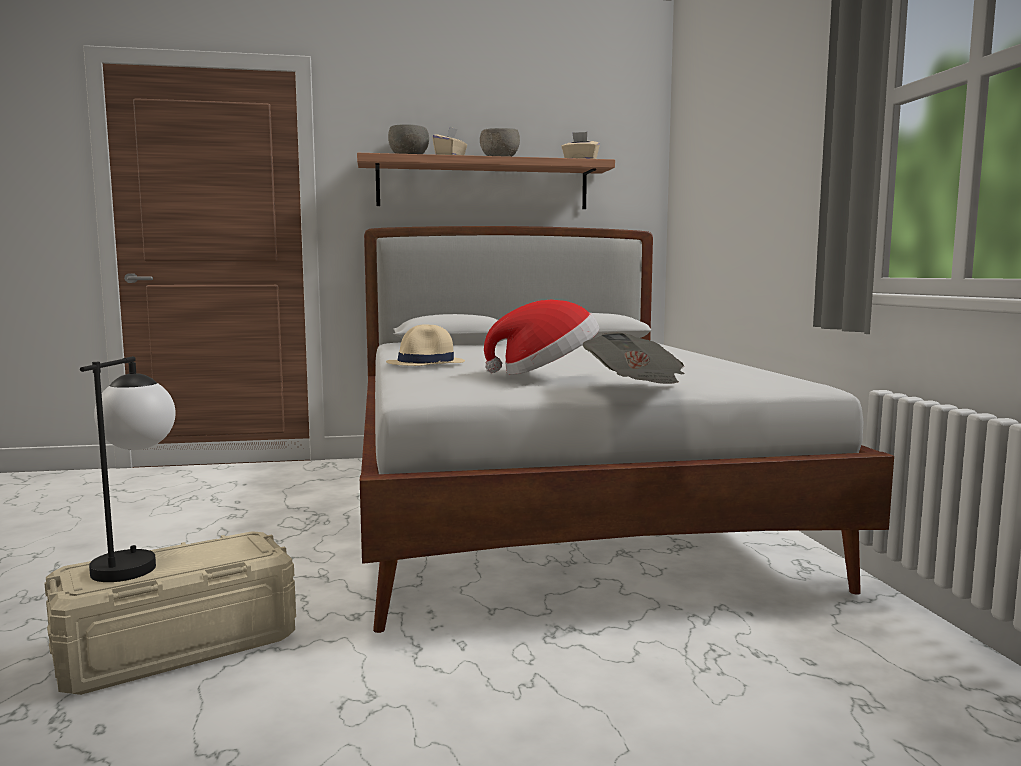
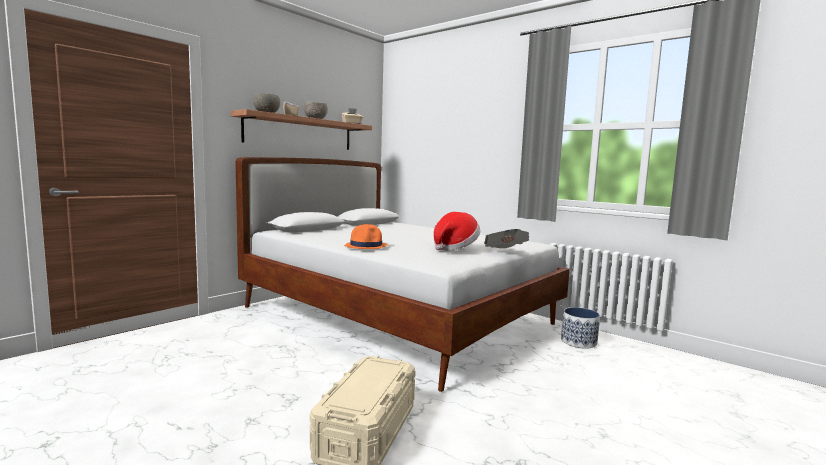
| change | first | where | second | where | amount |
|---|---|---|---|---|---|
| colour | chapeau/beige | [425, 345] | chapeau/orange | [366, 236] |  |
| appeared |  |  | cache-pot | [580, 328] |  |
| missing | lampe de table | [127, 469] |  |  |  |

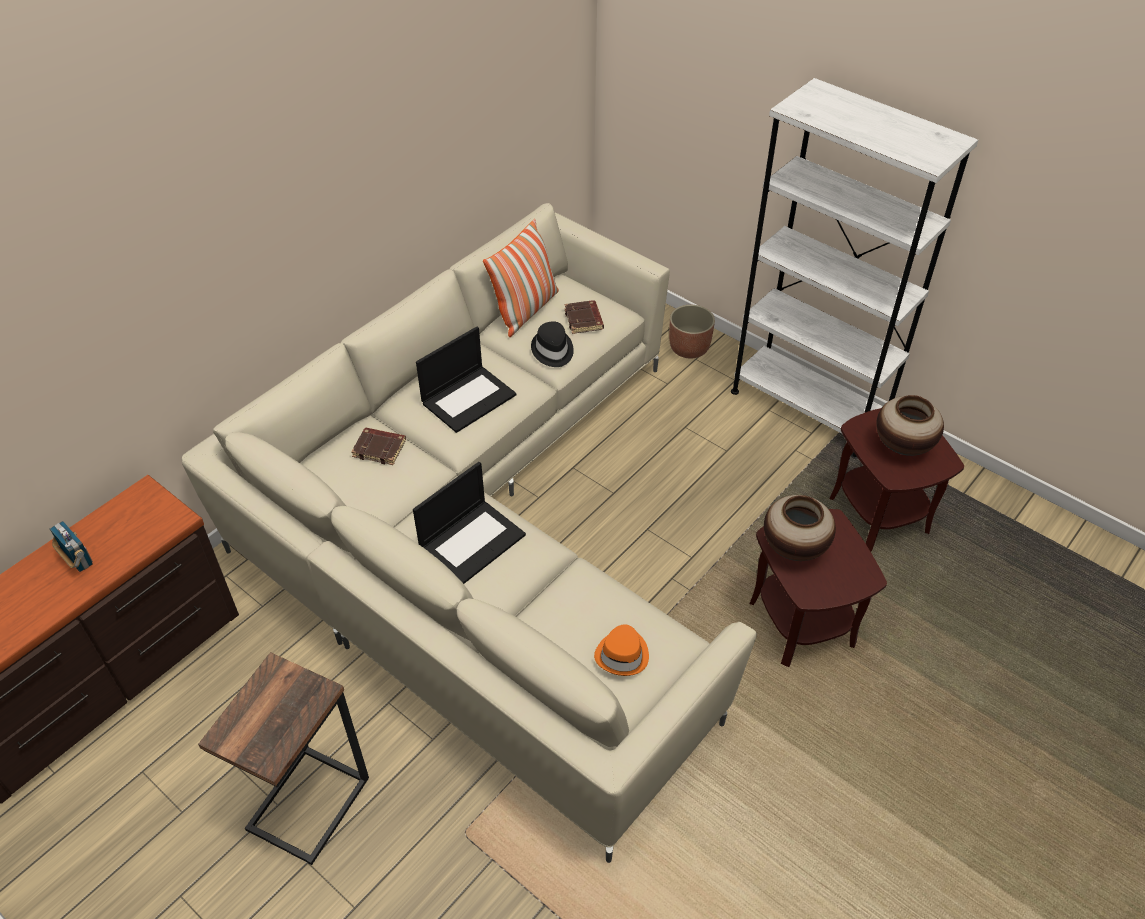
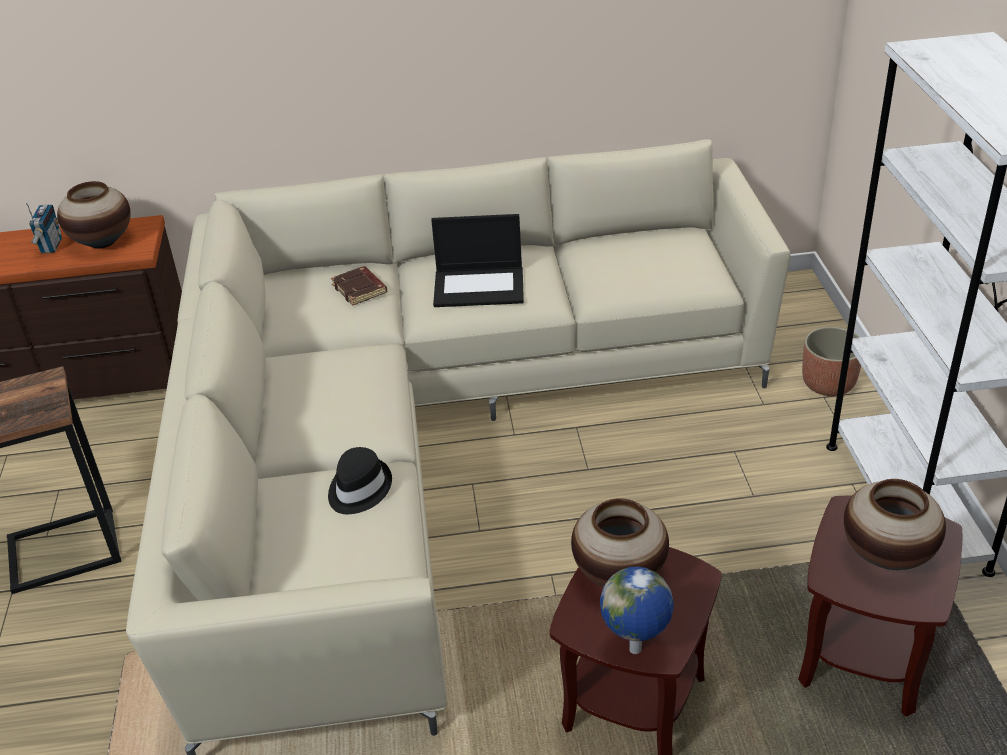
| change | first | where | second | where | amount |
|---|---|---|---|---|---|
| appeared |  |  | vase | [94, 215] |  |
| relocated | chapeau/noir | [552, 344] |  | [360, 480] |  |
| appeared |  |  | globe | [637, 610] |  |
| missing | ordinateur portable | [469, 523] |  |  |  |
| missing | coussin | [521, 278] |  |  |  |
| missing | livre/marron | [584, 317] |  |  |  |
| missing | chapeau/orange | [621, 650] |  |  |  |

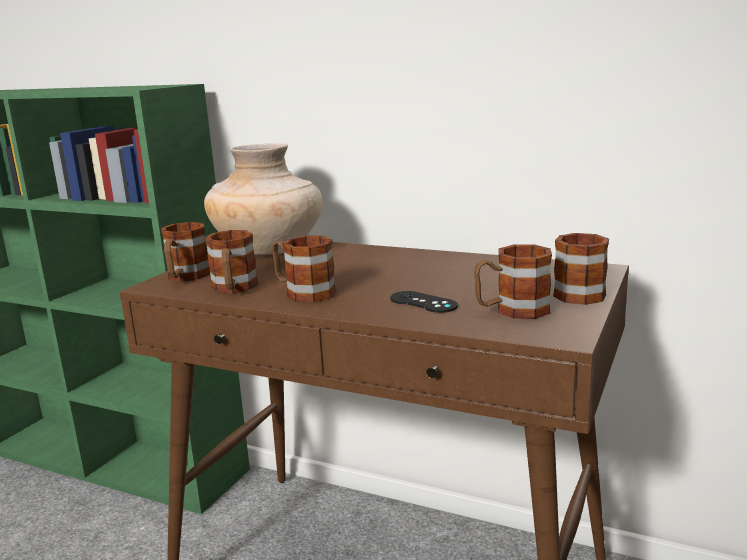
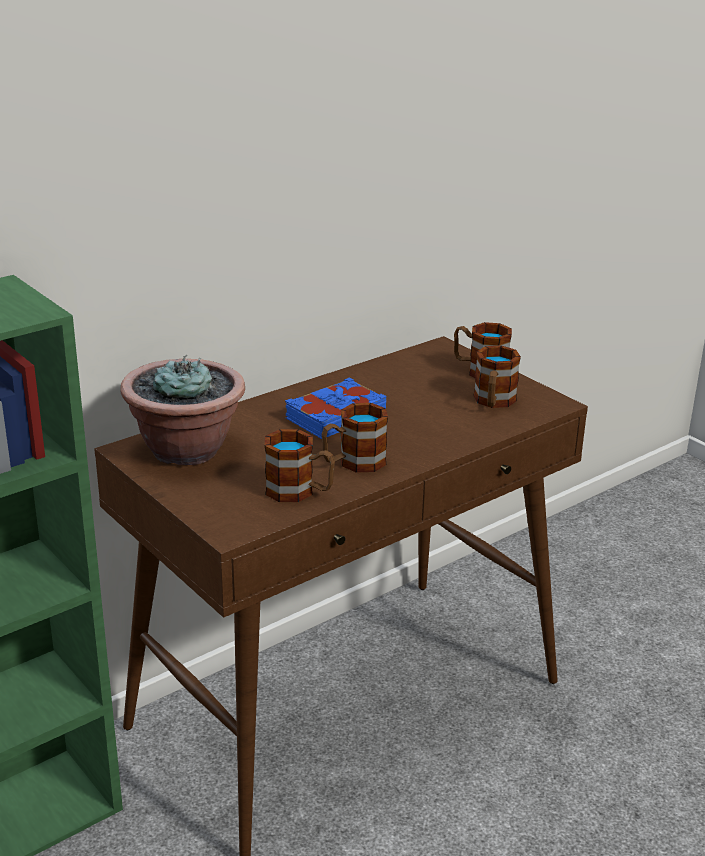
| change | first | where | second | where | amount |
|---|---|---|---|---|---|
| exchanged | vase/beige | [263, 199] | plante en pot | [182, 410] |  |
| appeared |  |  | livre/bleu | [336, 408] |  |
| missing | mug | [185, 252] |  |  |  |
| missing | manette/noir | [424, 302] |  |  |  |

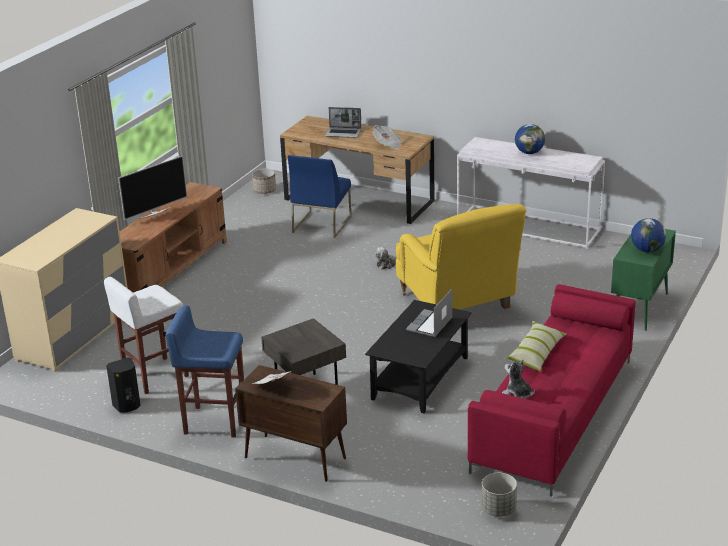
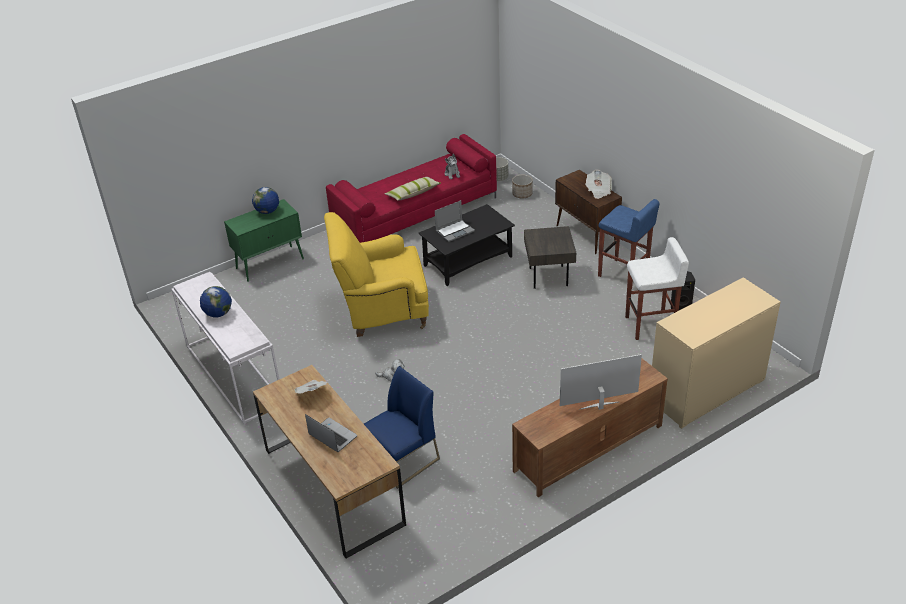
| change | first | where | second | where | amount |
|---|---|---|---|---|---|
| spun | fauteuil/jaune | [461, 257] |  | [376, 274] | 105 degrees counterclockwise |
| relocated | cache-pot | [264, 181] |  | [522, 186] |  |

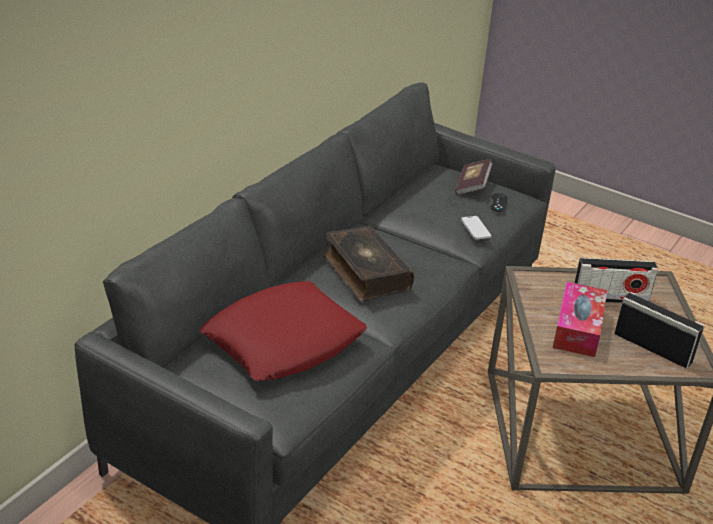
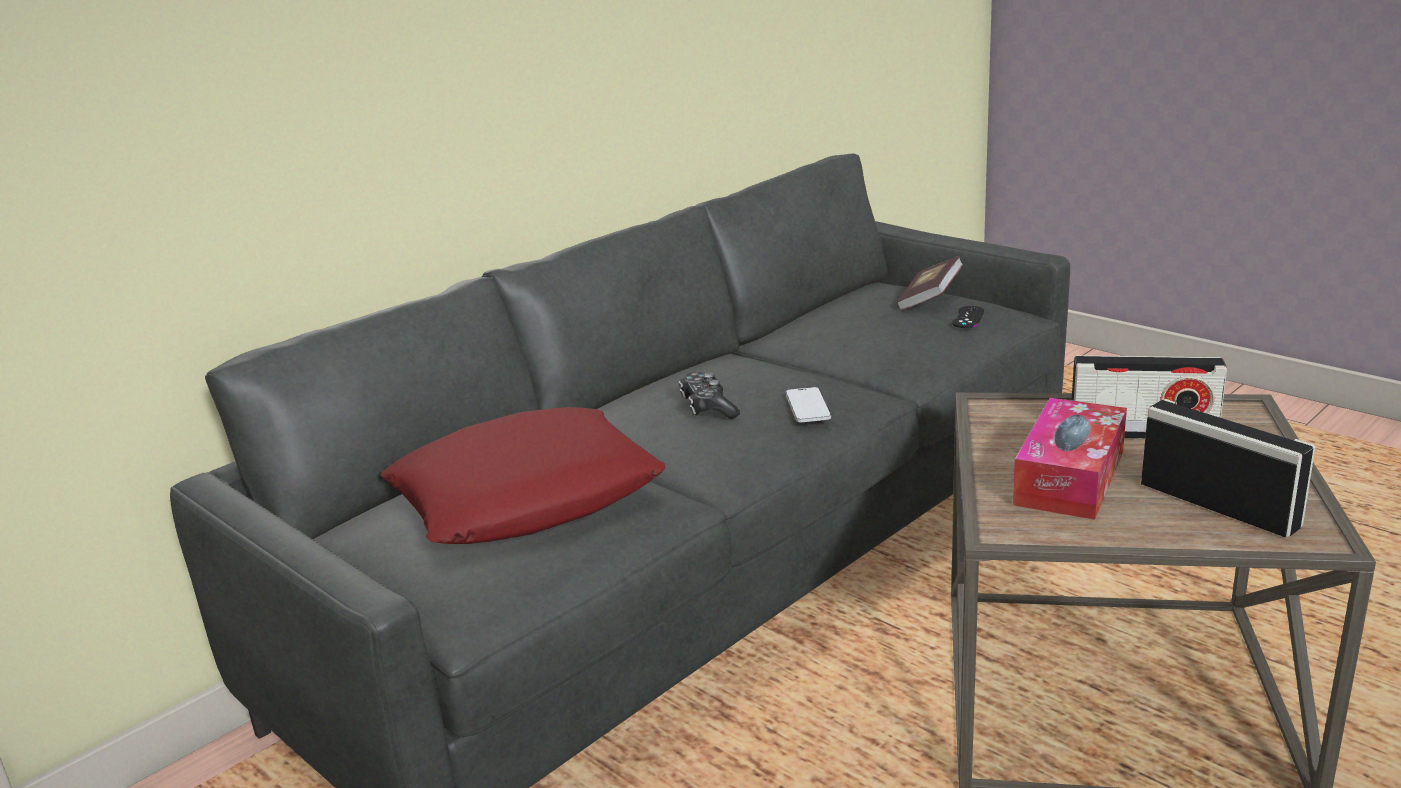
| change | first | where | second | where | amount |
|---|---|---|---|---|---|
| exchanged | livre | [368, 263] | manette | [709, 395] |  |
| relocated | téléphone | [476, 227] |  | [808, 404] |  |

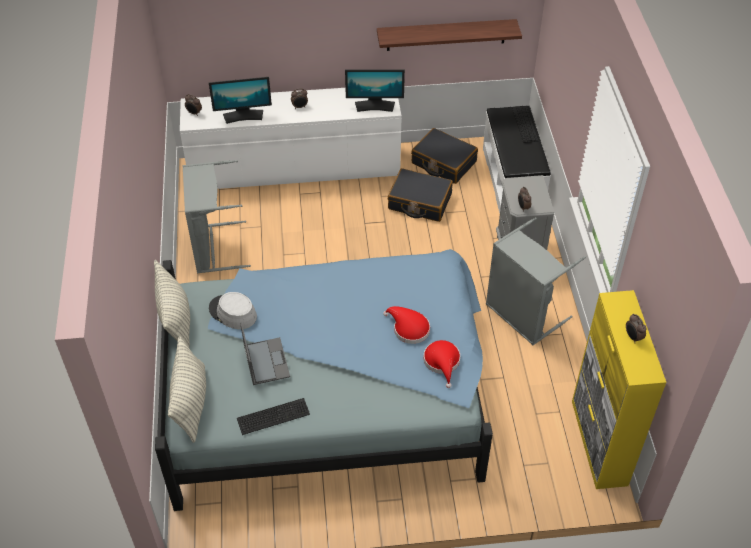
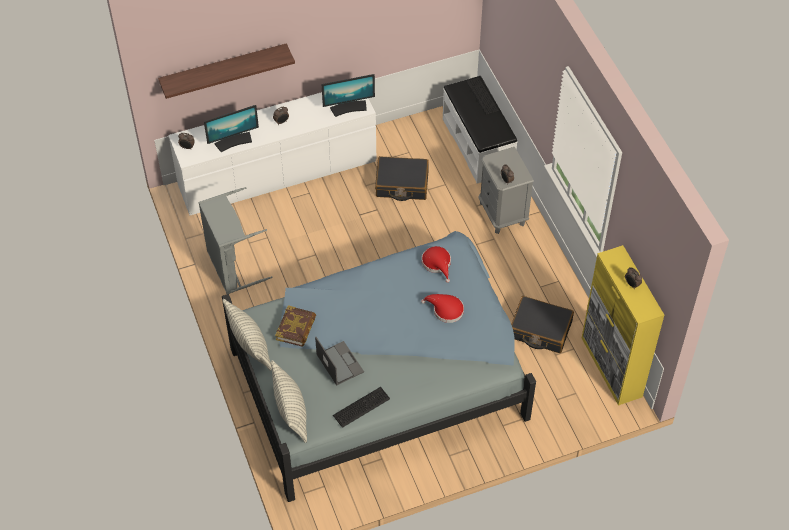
| change | first | where | second | where | amount |
|---|---|---|---|---|---|
| relocated | étagère | [449, 35] |  | [226, 71] |  |
| exchanged | chapeau/gris | [233, 310] | livre | [295, 326] |  |
| relocated | chapeau/rouge | [442, 364] |  | [436, 264] |  |
| relocated | valise/noir | [444, 156] |  | [542, 324] |  |
| missing | panier à linge/gris | [536, 281] |  |  |  |

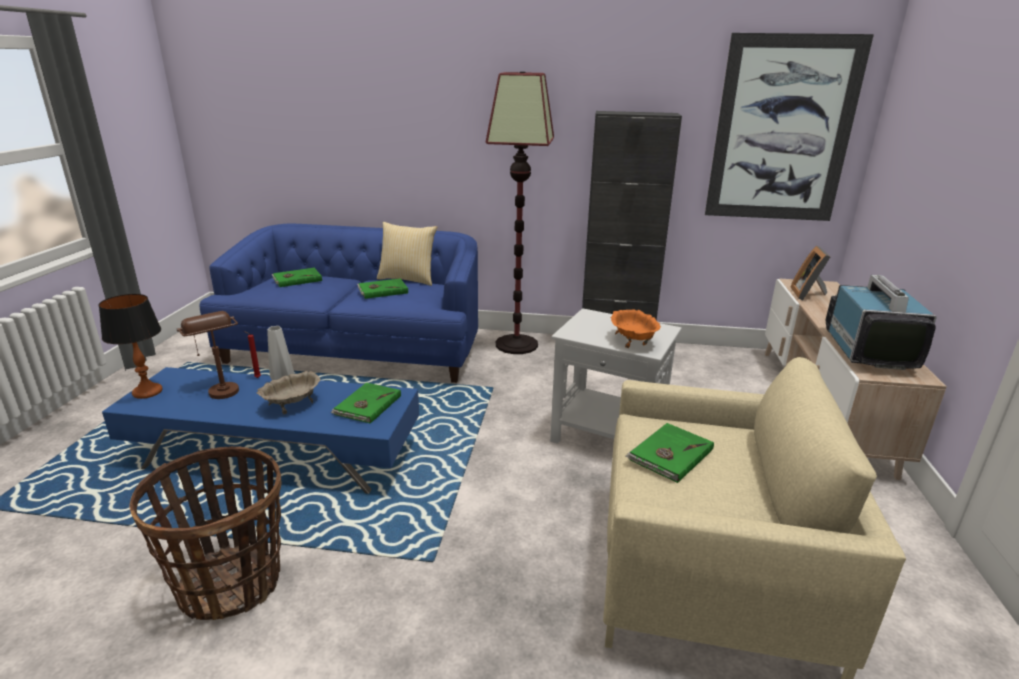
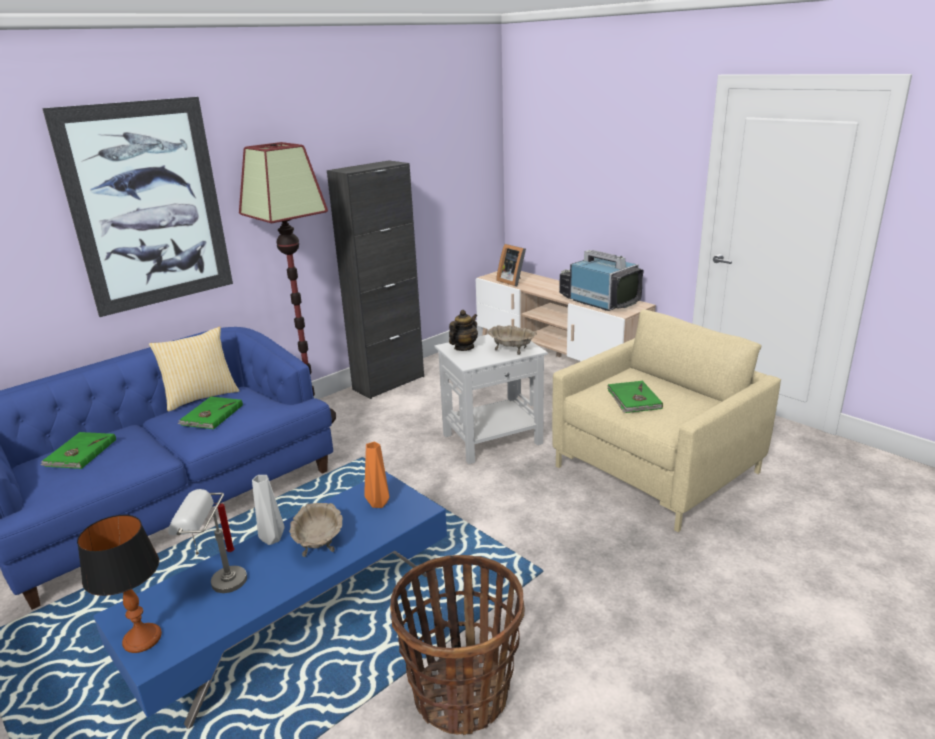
| change | first | where | second | where | amount |
|---|---|---|---|---|---|
| relocated | tableau | [789, 127] |  | [137, 207] |  |
| colour | lampe de table/marron | [208, 355] | lampe de table/gris | [207, 541] |  |
| exchanged | livre/vert | [366, 403] | vase/orange | [376, 475] |  |
| appeared |  |  | théière | [463, 330] |  |
| colour | bol/orange | [636, 329] | bol/beige | [512, 340] |  |

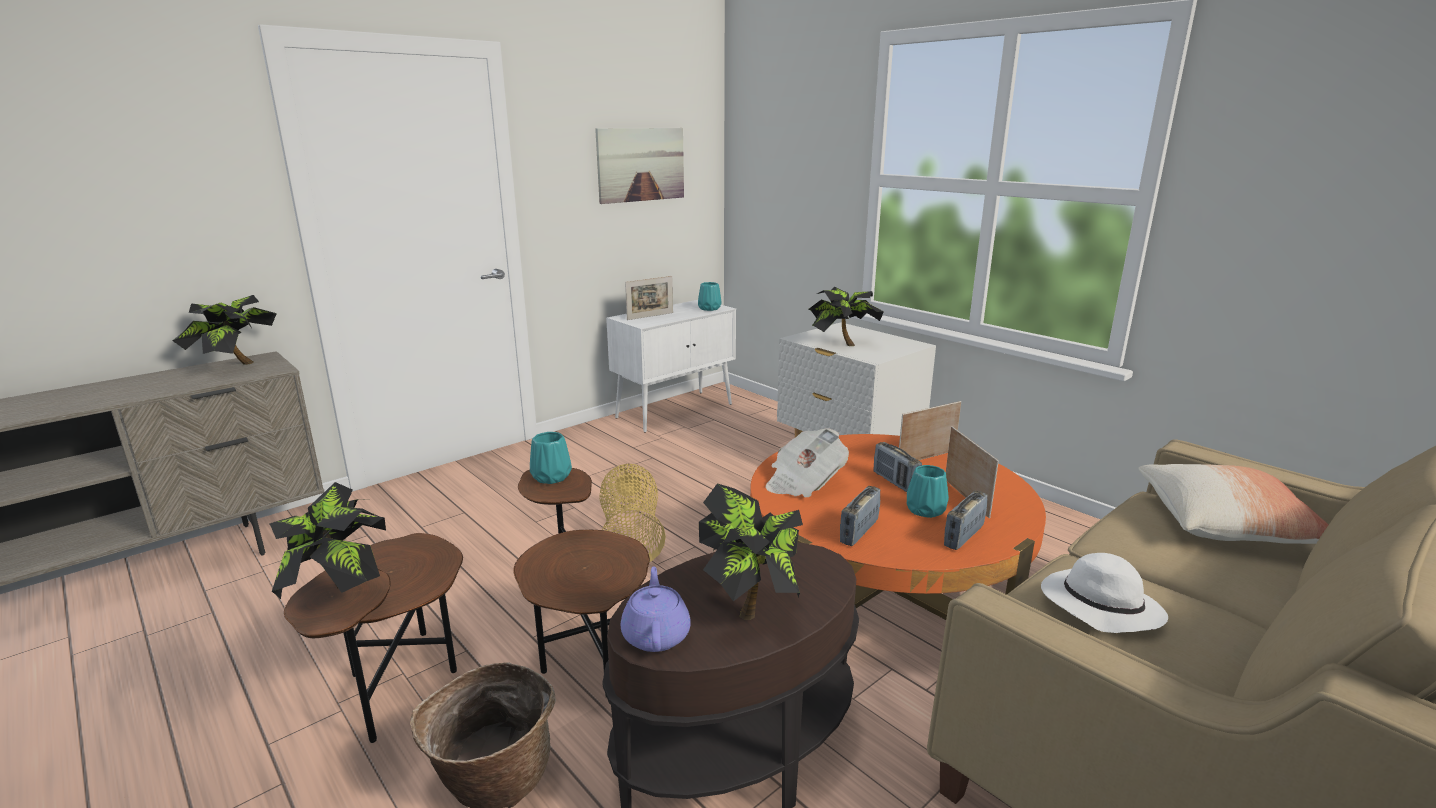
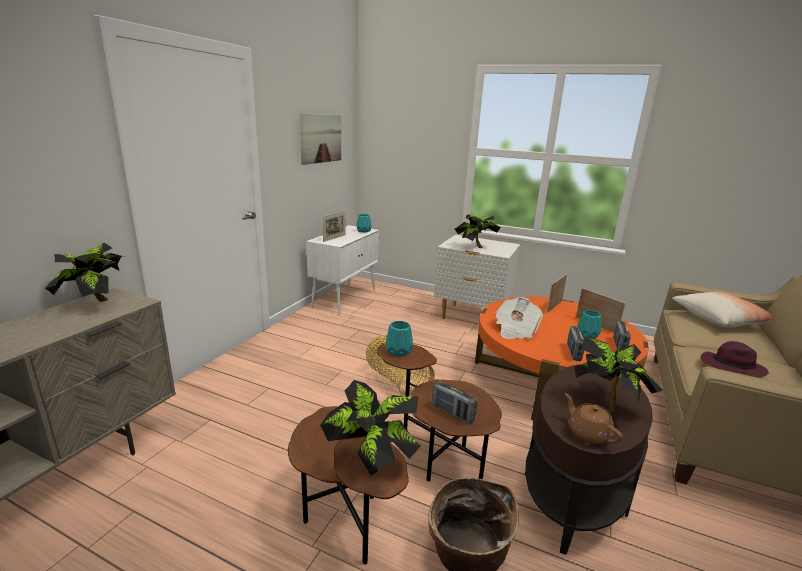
| change | first | where | second | where | amount |
|---|---|---|---|---|---|
| relocated | radio | [898, 467] |  | [455, 402] |  |
| colour | théière/violet | [656, 609] | théière/marron | [594, 419] |  |
| colour | chapeau/blanc | [1104, 593] | chapeau/violet | [734, 359] |  |

